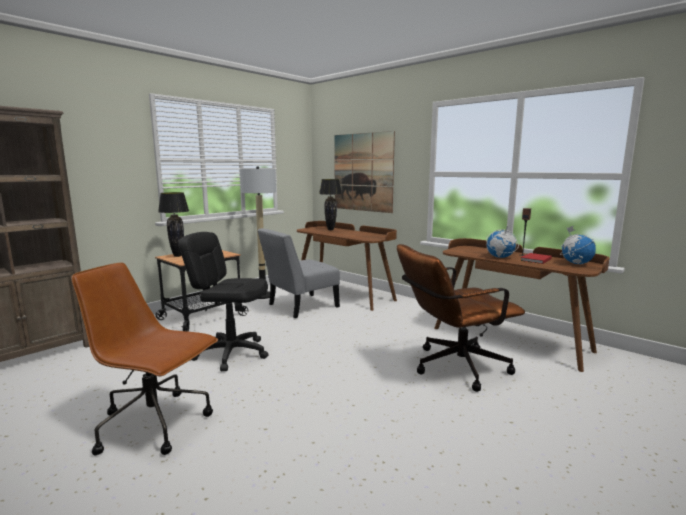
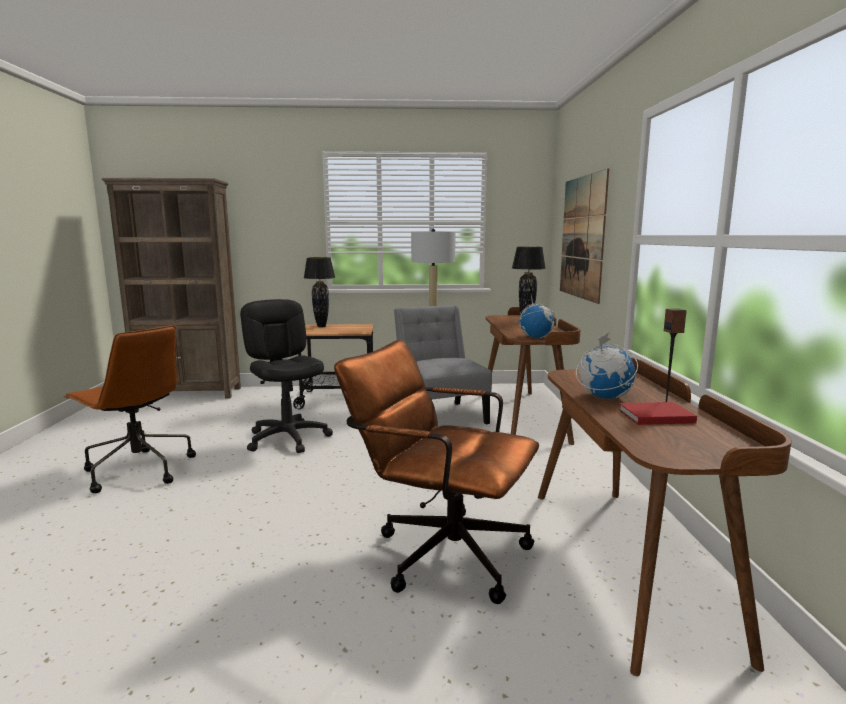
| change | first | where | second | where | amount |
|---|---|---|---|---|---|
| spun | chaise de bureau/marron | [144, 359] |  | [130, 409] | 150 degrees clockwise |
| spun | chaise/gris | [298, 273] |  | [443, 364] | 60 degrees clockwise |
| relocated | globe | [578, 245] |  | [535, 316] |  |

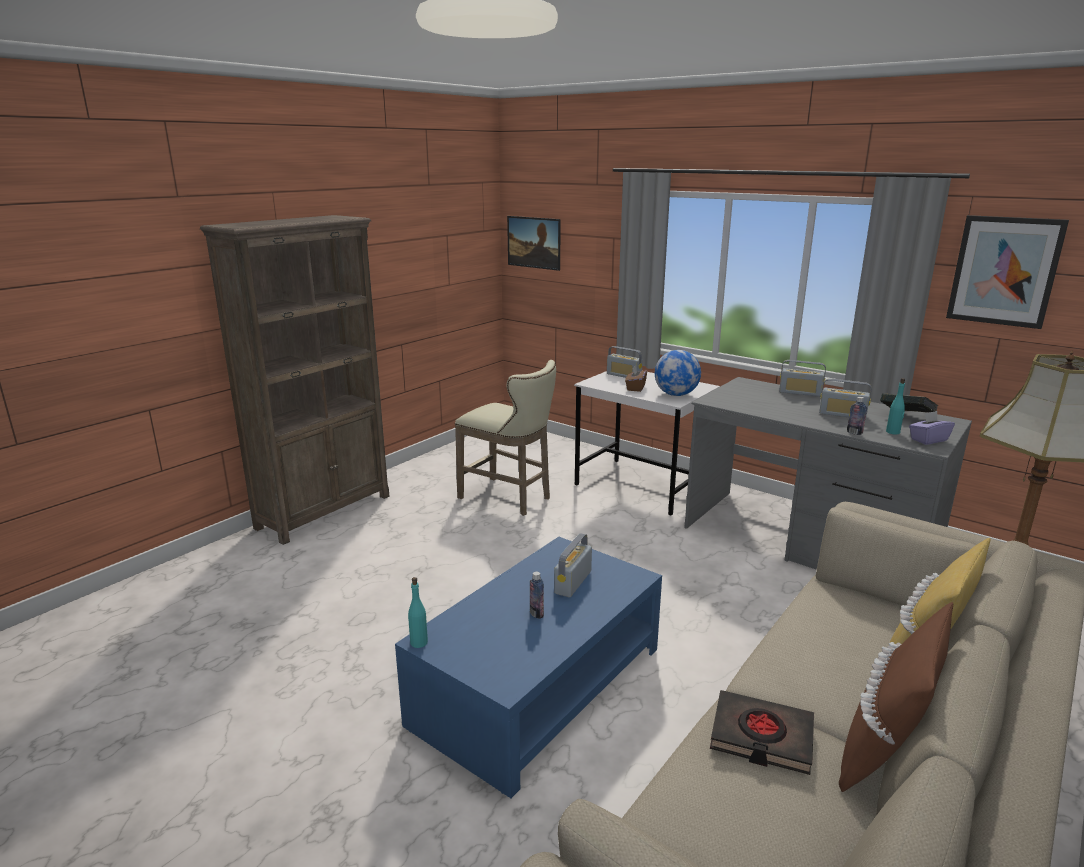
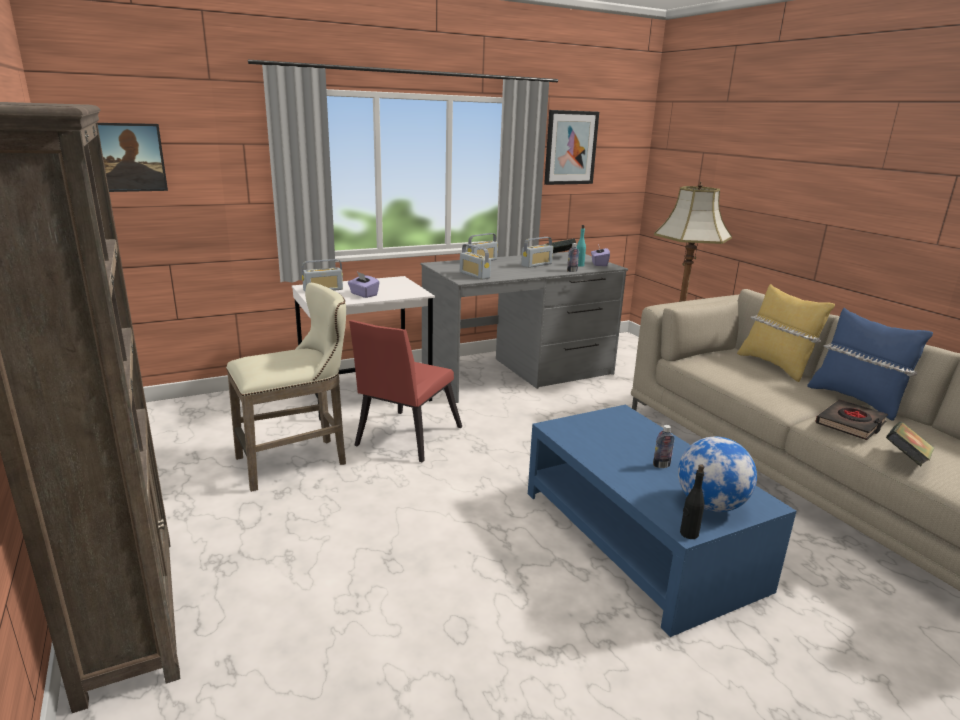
| change | first | where | second | where | amount |
|---|---|---|---|---|---|
| colour | boîte à mouchoirs/marron | [636, 378] | boîte à mouchoirs/violet | [364, 285] |  |
| appeared |  |  | chaise/rouge | [405, 391] |  |
| relocated | radio | [573, 565] |  | [475, 262] |  |
| relocated | globe | [678, 373] |  | [717, 474] |  |
| colour | bouteille/turquoise | [418, 612] | bouteille/noir | [692, 501] |  |
| colour | coussin/marron | [896, 697] | coussin/bleu | [870, 364] |  |
| appeared |  |  | livre | [910, 444] |  |

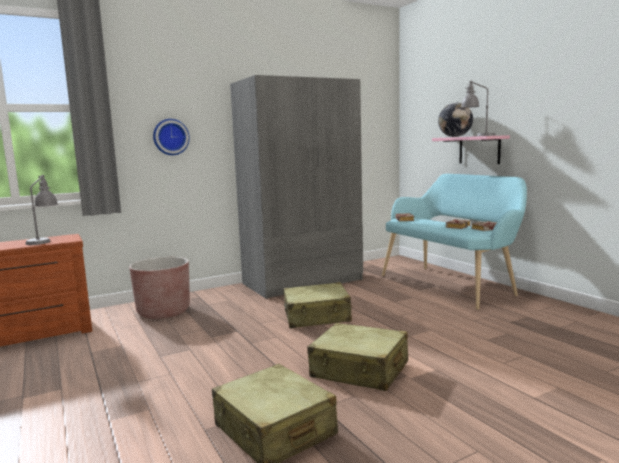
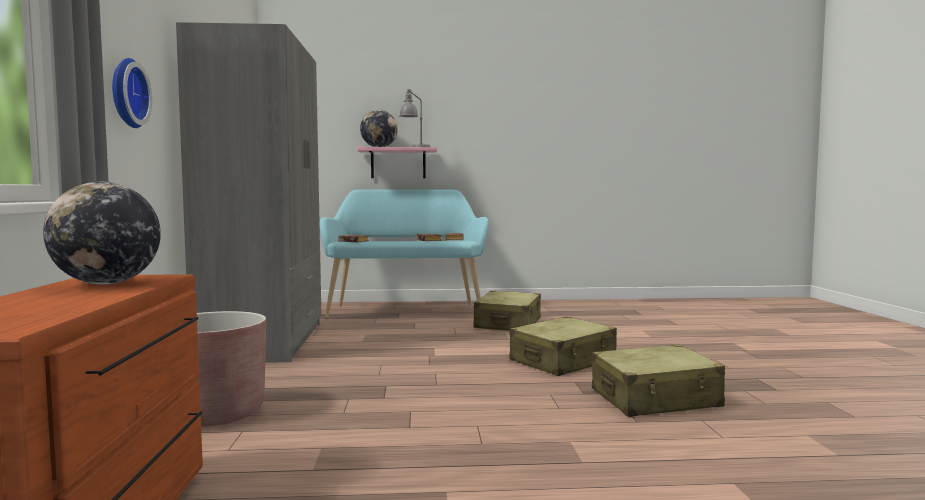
| change | first | where | second | where | amount |
|---|---|---|---|---|---|
| exchanged | lampe de table/gris | [42, 210] | globe | [102, 233] |  |
| relocated | valise/beige | [318, 305] |  | [507, 311] |  |

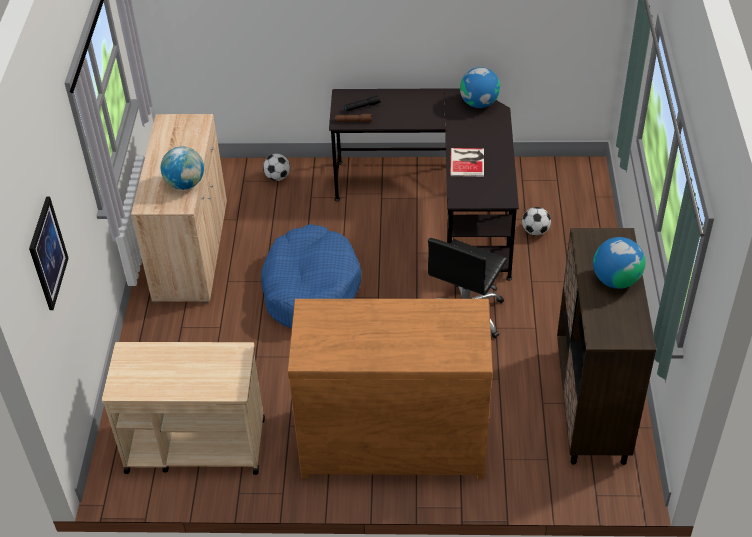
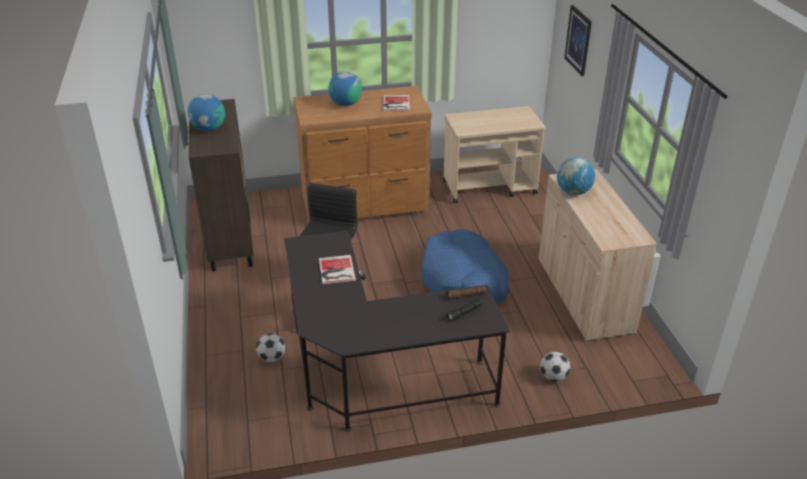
| change | first | where | second | where | amount |
|---|---|---|---|---|---|
| relocated | globe | [480, 87] |  | [345, 89] |  |
| appeared |  |  | livre | [397, 103] |  |

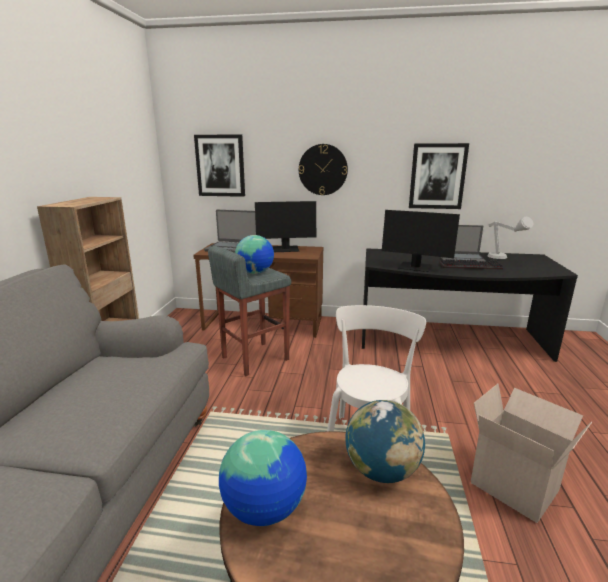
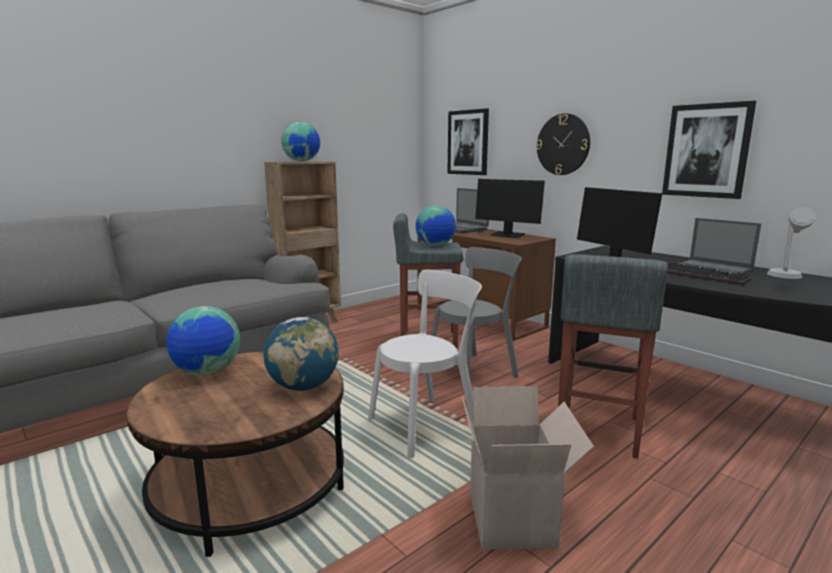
| change | first | where | second | where | amount |
|---|---|---|---|---|---|
| appeared |  |  | globe | [300, 141] |  |
| appeared |  |  | chaise/gris | [476, 312] |  |
| appeared |  |  | tabouret/gris | [613, 356] |  |

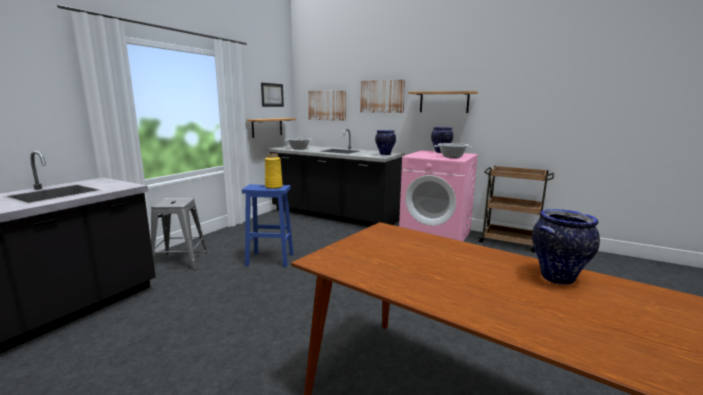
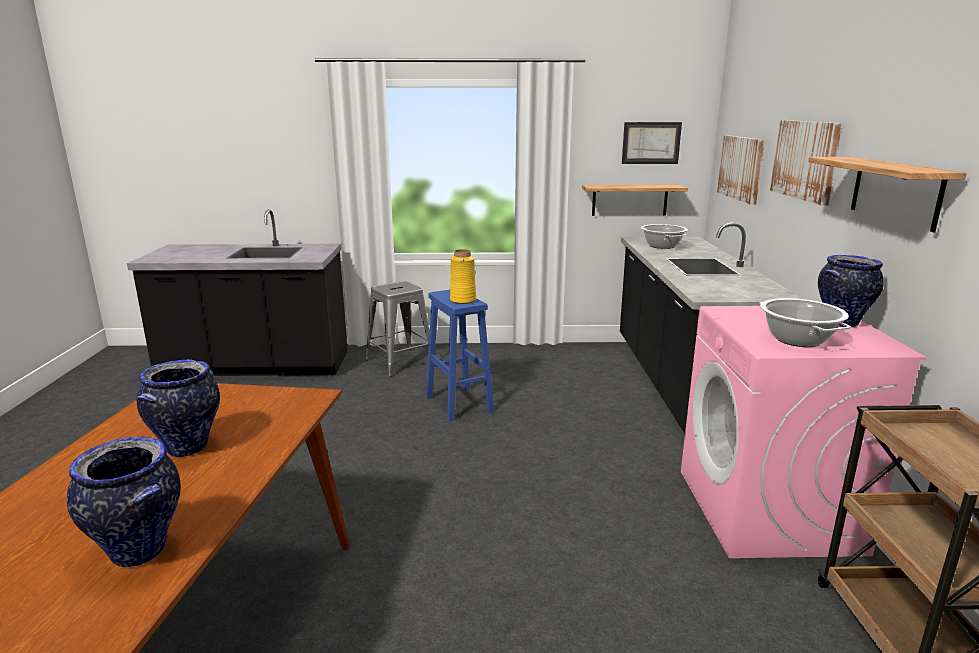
| change | first | where | second | where | amount |
|---|---|---|---|---|---|
| relocated | vase | [385, 142] |  | [178, 408] |  |

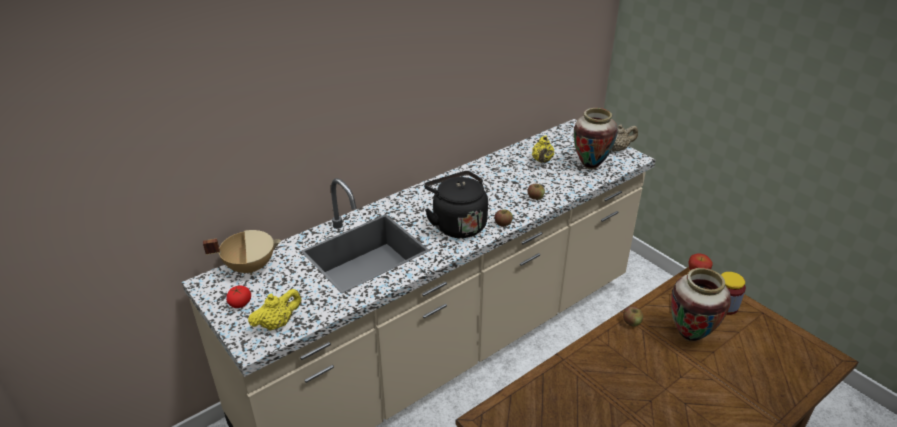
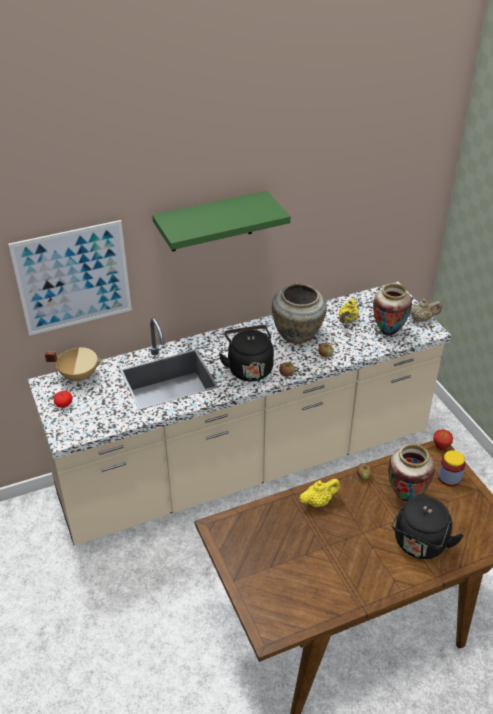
| change | first | where | second | where | amount |
|---|---|---|---|---|---|
| appeared |  |  | tableau | [70, 278] |  |
| appeared |  |  | étagère/vert | [221, 221] |  |
| appeared |  |  | vase/beige | [299, 313] |  |
| relocated | théière/jaune | [274, 310] |  | [319, 493] |  |
| appeared |  |  | bouilloire/noir | [427, 527] |  |

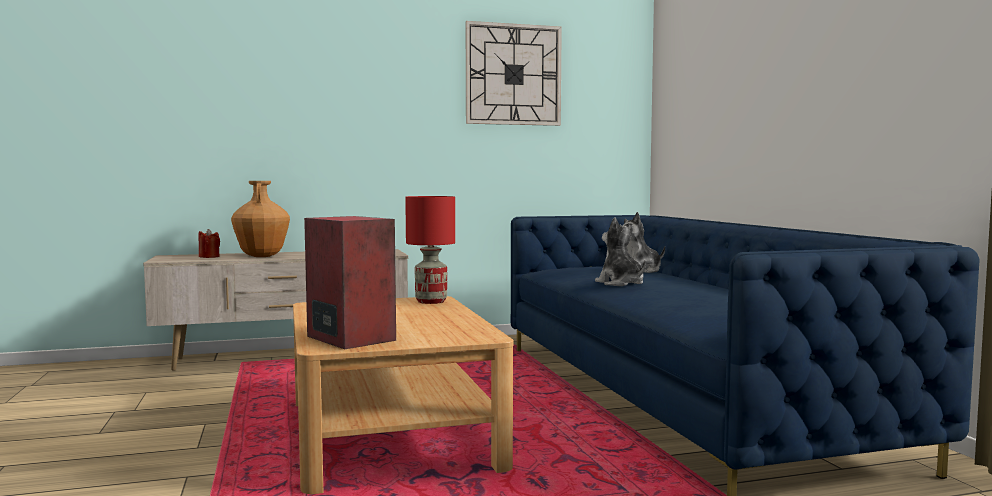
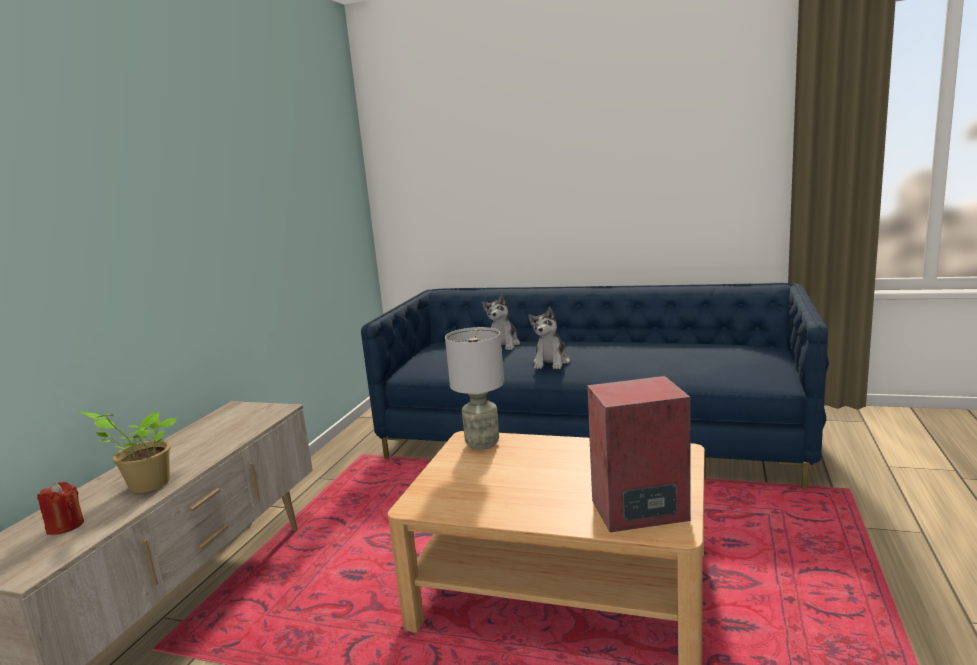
| change | first | where | second | where | amount |
|---|---|---|---|---|---|
| exchanged | vase/marron | [260, 219] | plante en pot | [127, 452] |  |
| colour | lampe de table/rouge | [430, 250] | lampe de table/gris | [474, 388] |  |
| spun | peluche | [620, 251] |  | [549, 338] | 75 degrees counterclockwise |
| missing | horloge murale | [514, 73] |  |  |  |

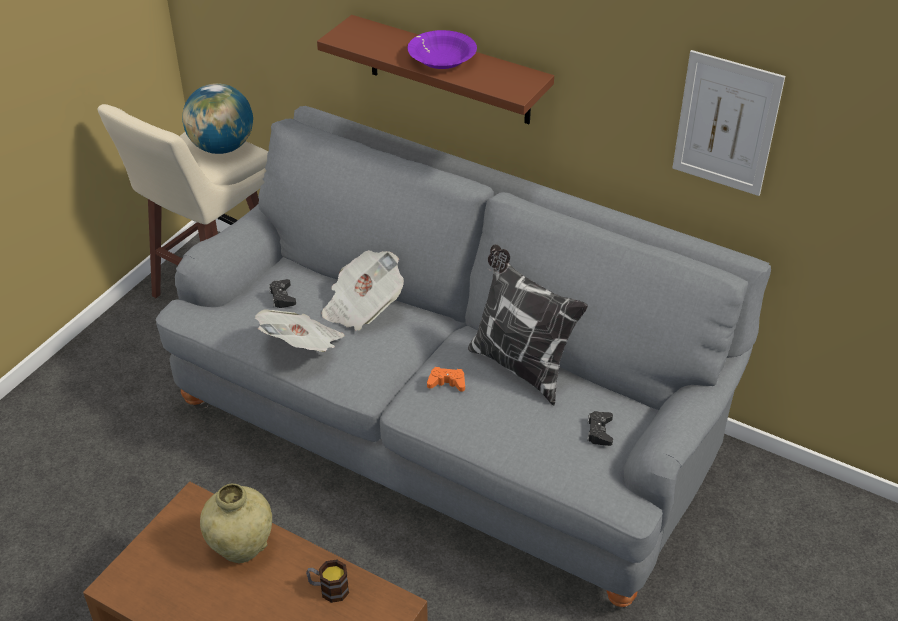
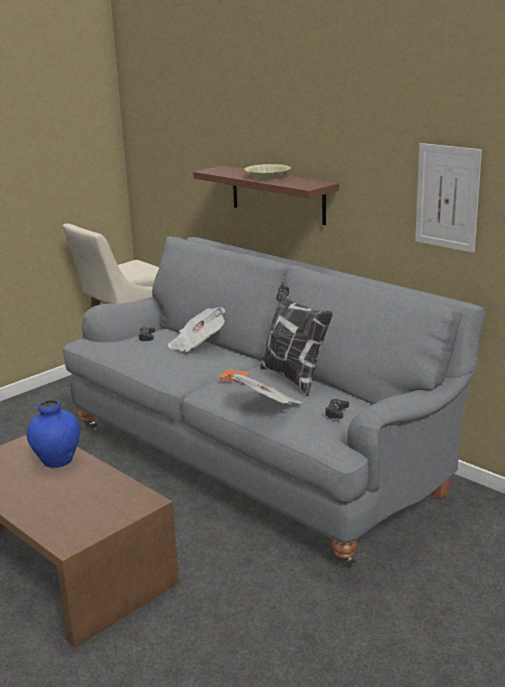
| change | first | where | second | where | amount |
|---|---|---|---|---|---|
| colour | vase/beige | [236, 523] | vase/bleu | [53, 434] |  |
| relocated | journal | [300, 331] |  | [266, 389] |  |
| colour | bol/violet | [442, 49] | bol/jaune | [267, 171] |  |
| missing | globe | [217, 118] |  |  |  |
| missing | mug | [327, 581] |  |  |  |

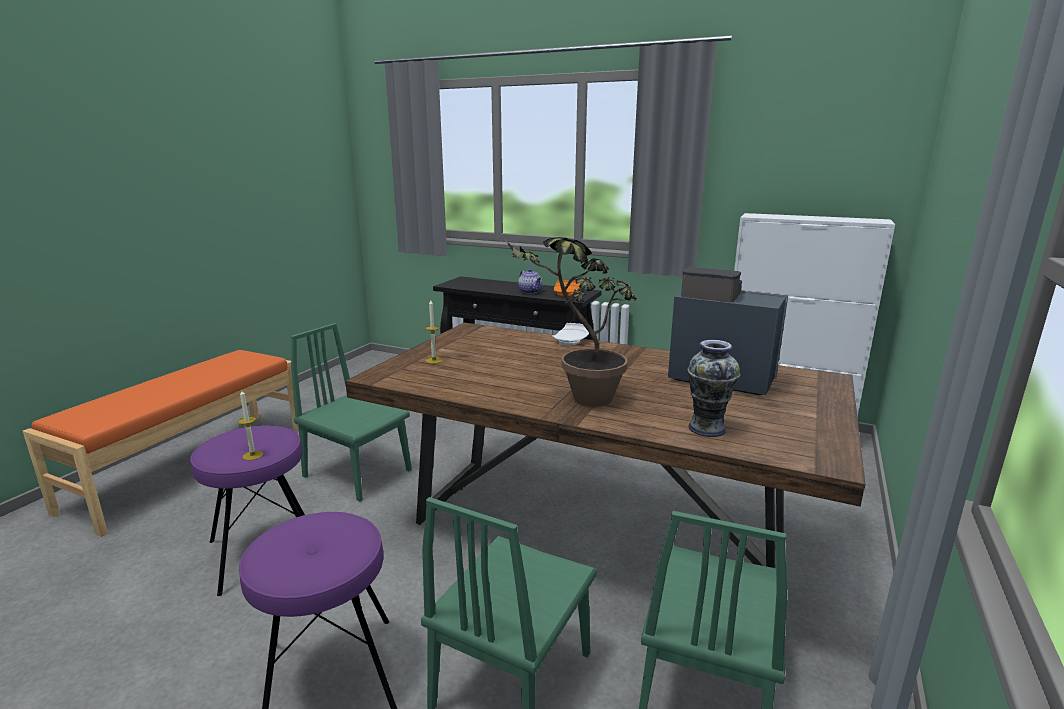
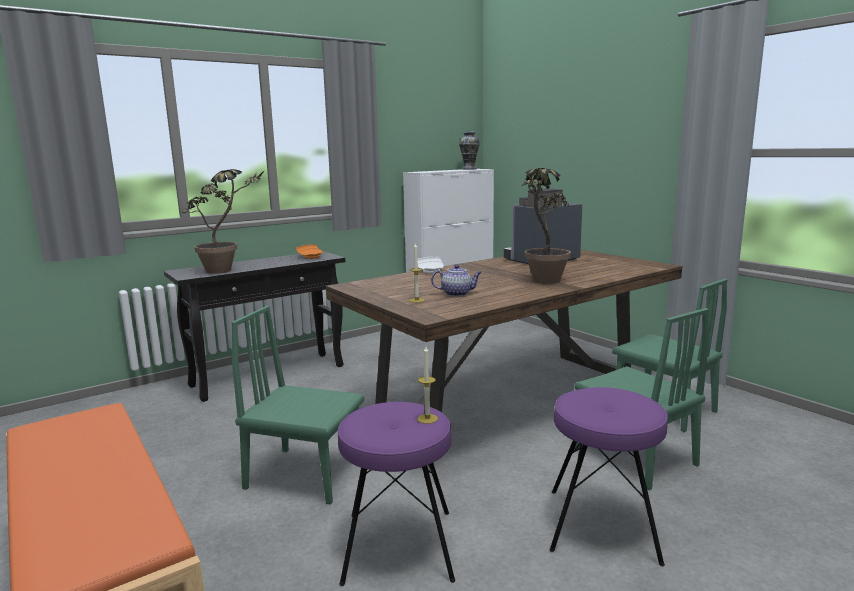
| change | first | where | second | where | amount |
|---|---|---|---|---|---|
| appeared |  |  | plante en pot | [223, 221] |  |
| spun | chaise/vert | [351, 412] |  | [297, 405] | 45 degrees clockwise |
| relocated | théière | [530, 281] |  | [456, 280] |  |
| relocated | vase | [713, 388] |  | [469, 151] |  |

